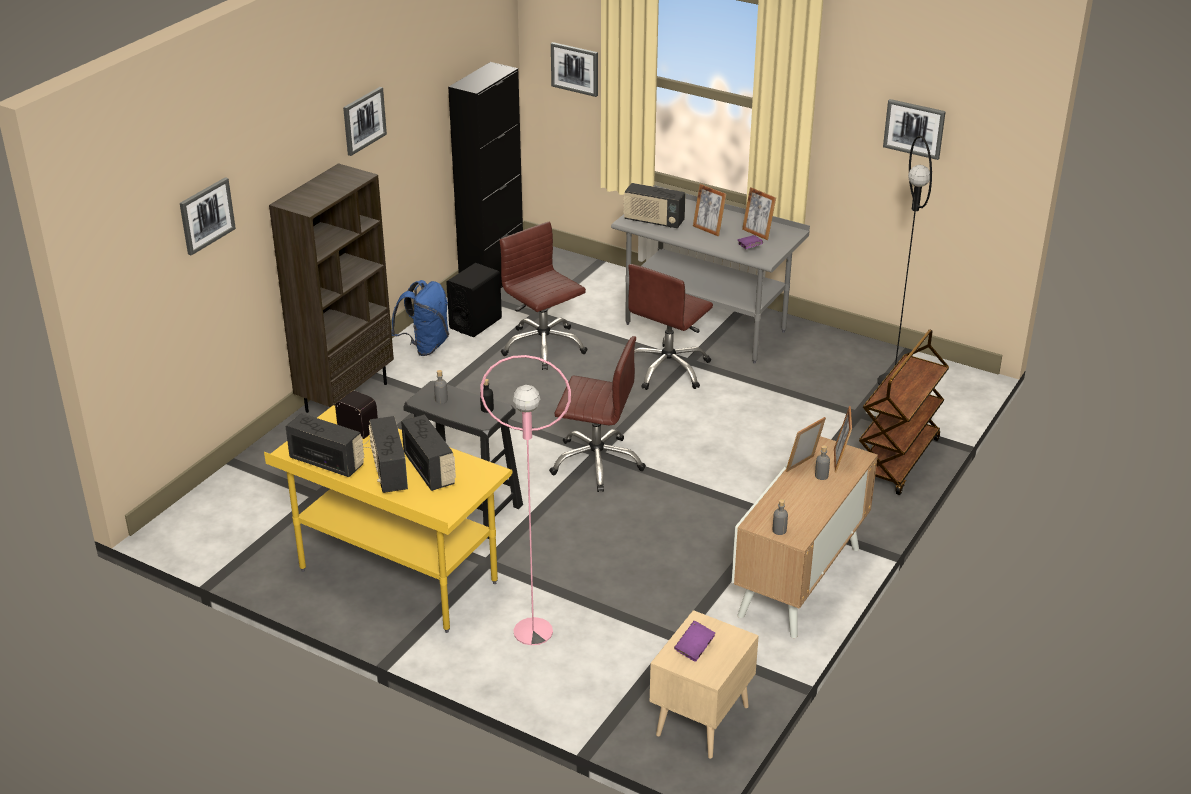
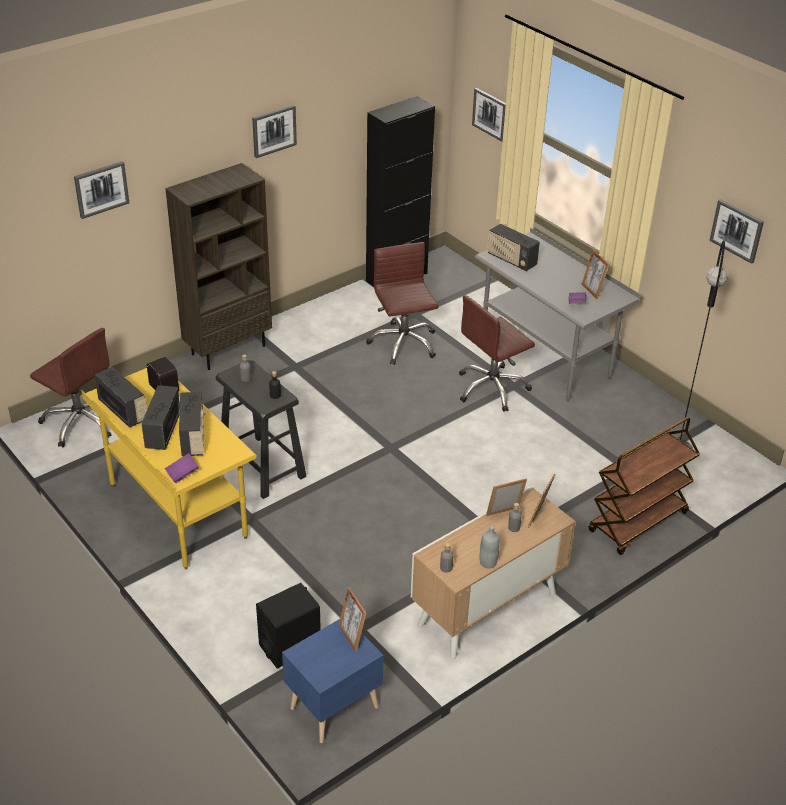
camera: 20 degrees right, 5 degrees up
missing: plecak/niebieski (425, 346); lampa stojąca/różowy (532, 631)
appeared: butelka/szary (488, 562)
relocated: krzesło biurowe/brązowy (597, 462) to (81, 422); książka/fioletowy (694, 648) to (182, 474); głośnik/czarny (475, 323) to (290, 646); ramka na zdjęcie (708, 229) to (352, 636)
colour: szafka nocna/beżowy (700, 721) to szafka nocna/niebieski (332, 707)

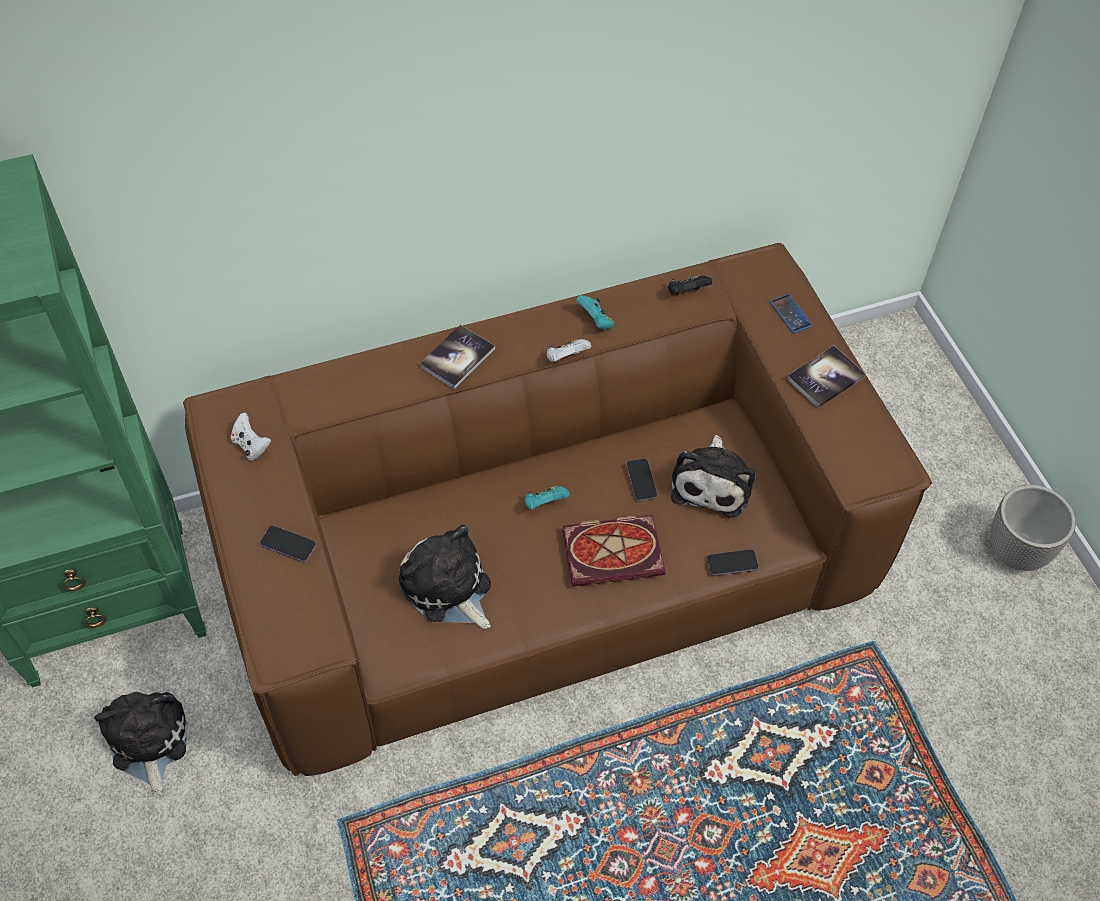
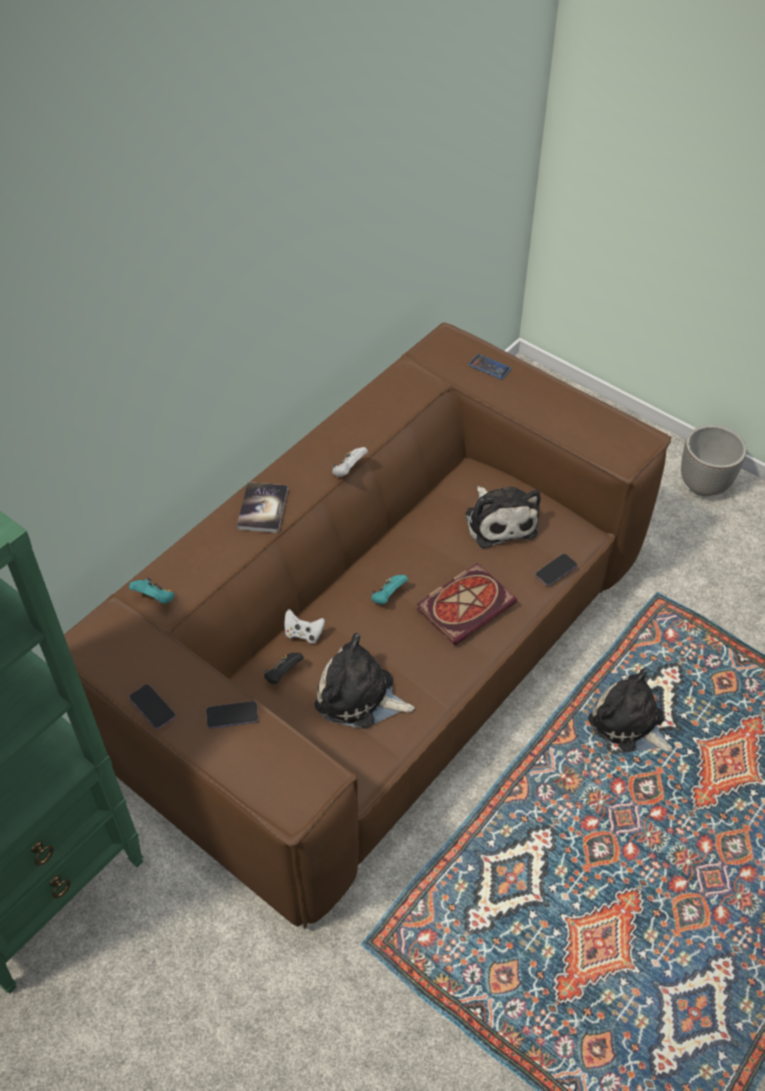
camera: 30 degrees left, 5 degrees down
missing: książka (825, 378)
relocated: pad do gier/turkusowy (595, 321) to (155, 598); telefon (641, 480) to (152, 707); pad do gier/czarny (686, 292) to (283, 674); pad do gier/biały (251, 445) to (303, 633); pluszak (148, 741) to (629, 724)

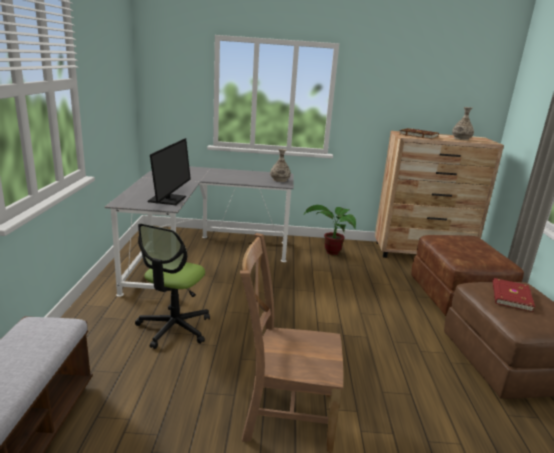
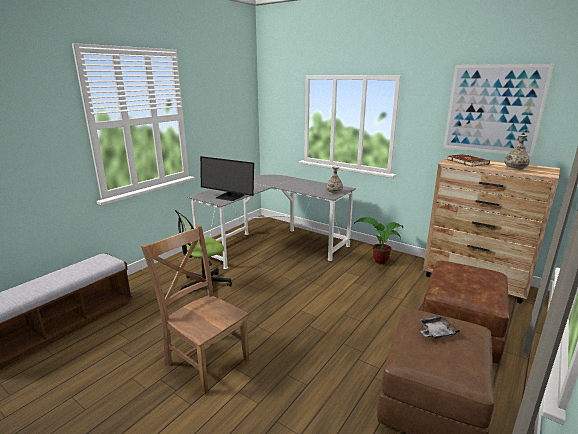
camera: 35 degrees right, 0 degrees up
appeared: obraz (493, 109)
exchanged: książka/czerwony (510, 296) to taca/szary (435, 332)
spun: monitor (168, 199) = (229, 197) 75 degrees clockwise

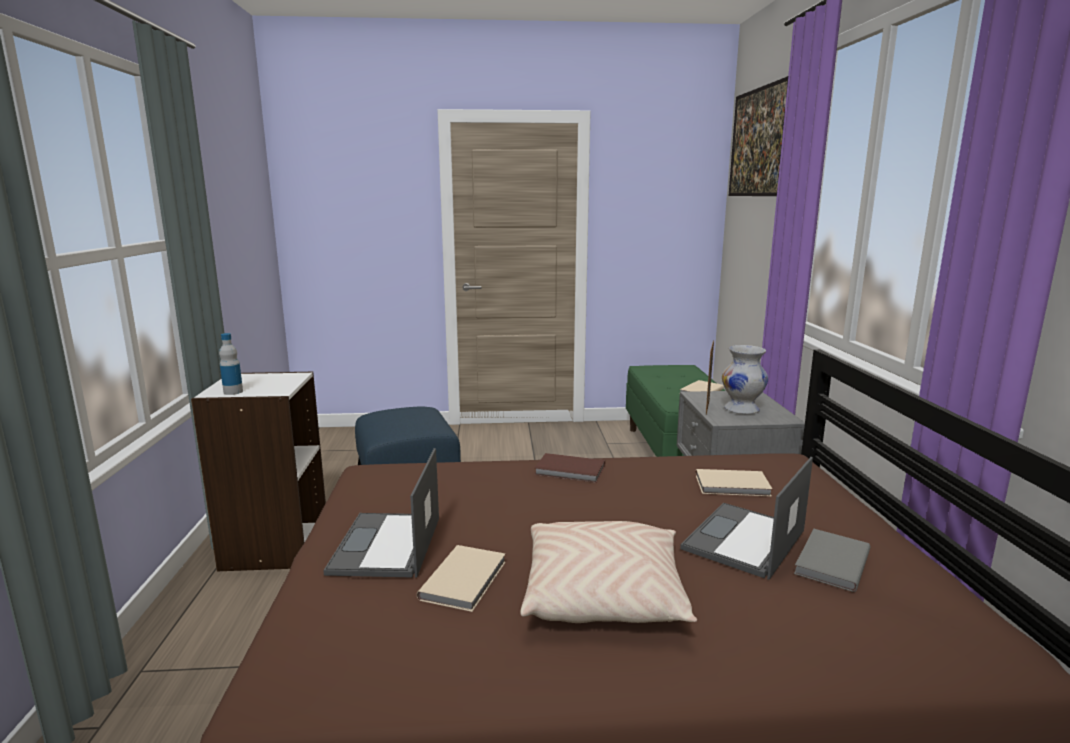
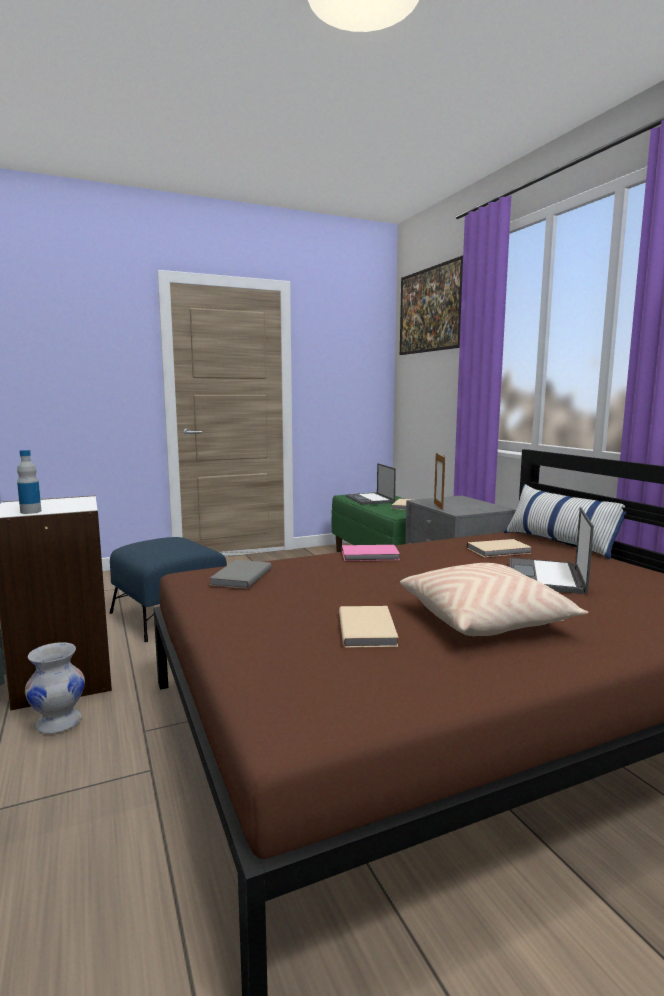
camera: 20 degrees left, 5 degrees down
appeared: poduszka (560, 543)
relocated: wazon/biały (742, 410) to (59, 723); książka/szary (830, 562) to (239, 577); laptop (386, 546) to (370, 499)
colour: książka/brązowy (570, 471) to książka/różowy (370, 555)

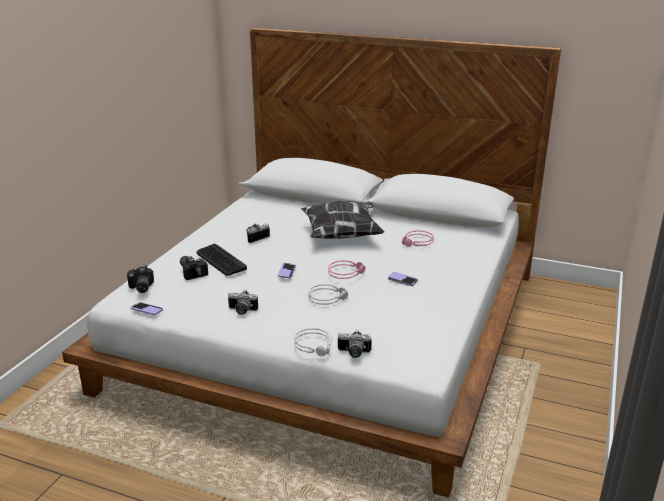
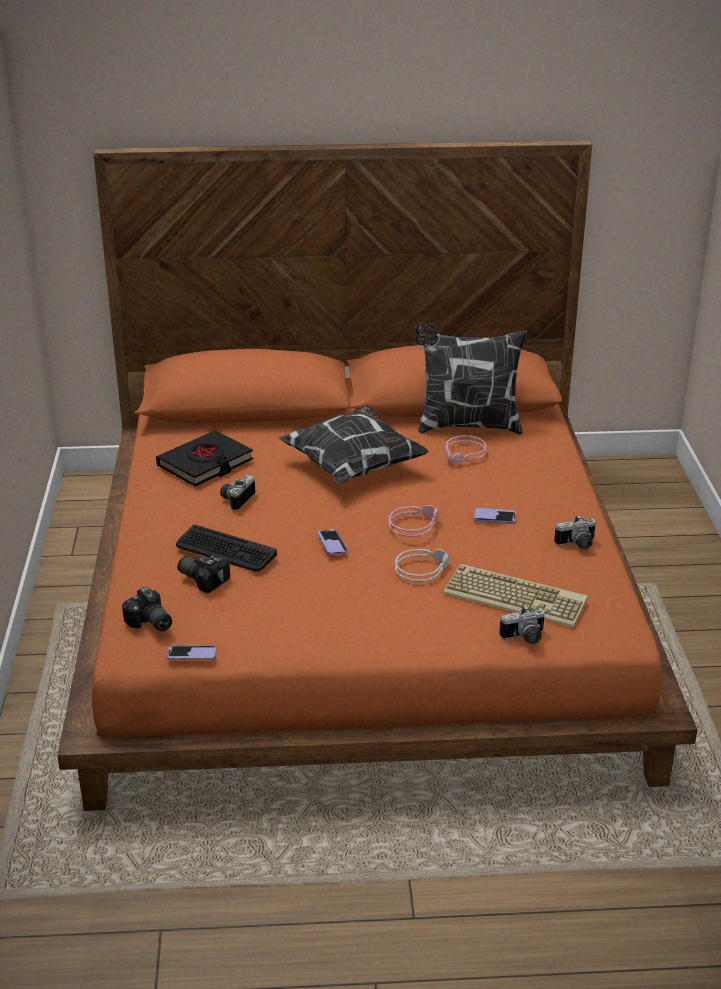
camera: 25 degrees left, 5 degrees up
missing: słuchawki/szary (315, 346)
appeared: książka/czarny (205, 464); poduszka (467, 425); klawiatura (517, 596)
relocated: aparat fotograficzny (241, 311) to (577, 545)
colour: łóżko/biały (332, 328) to łóżko/pomarańczowy (360, 606)

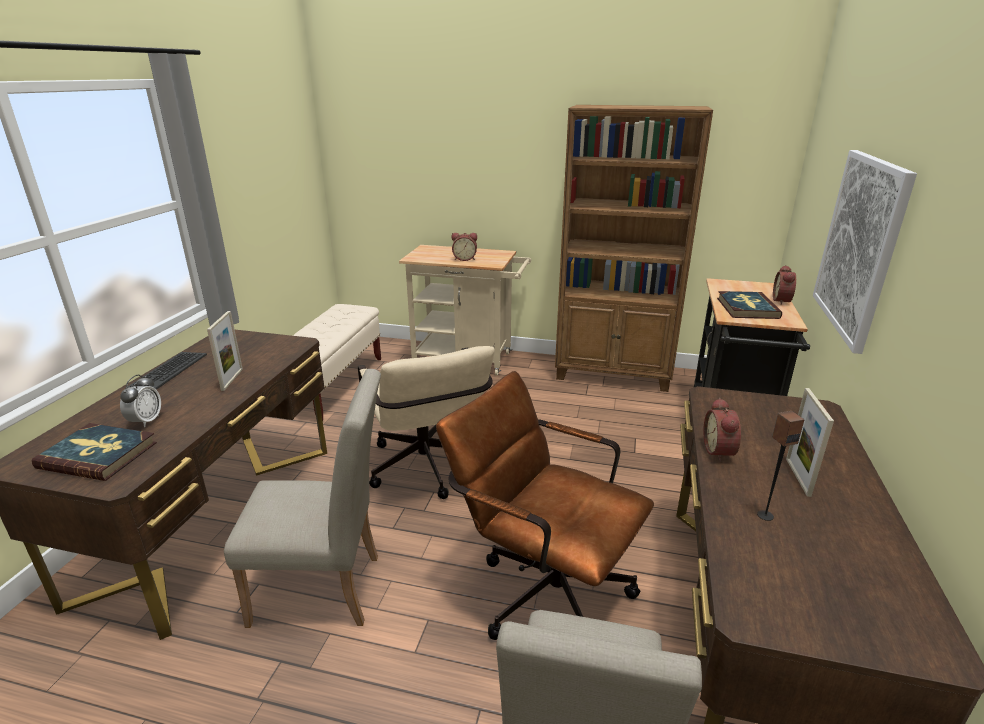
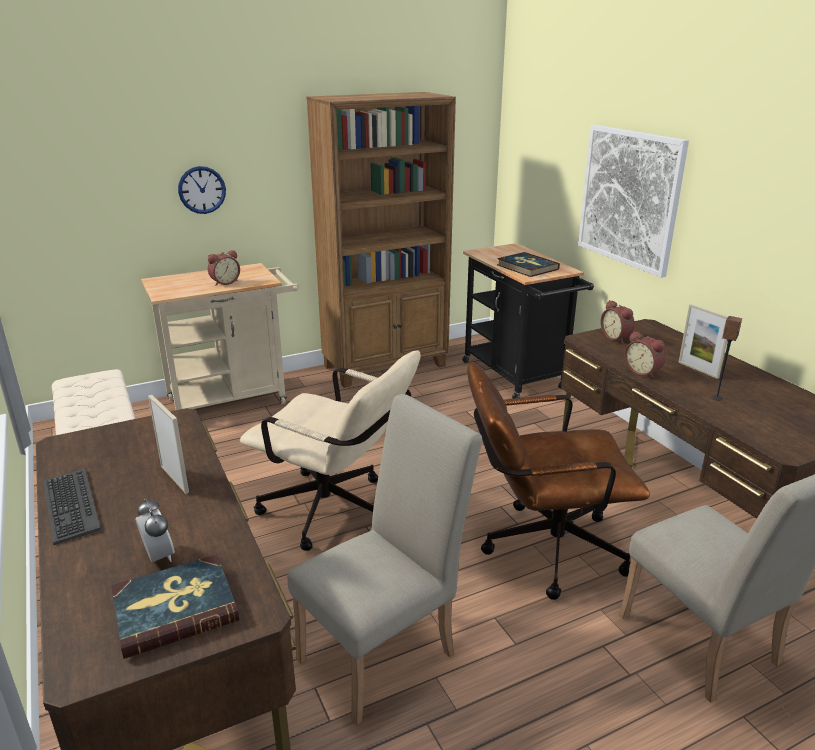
camera: 40 degrees left, 0 degrees up
appeared: zegar ścienny (202, 190)
relocated: budzik (783, 301) to (617, 337)

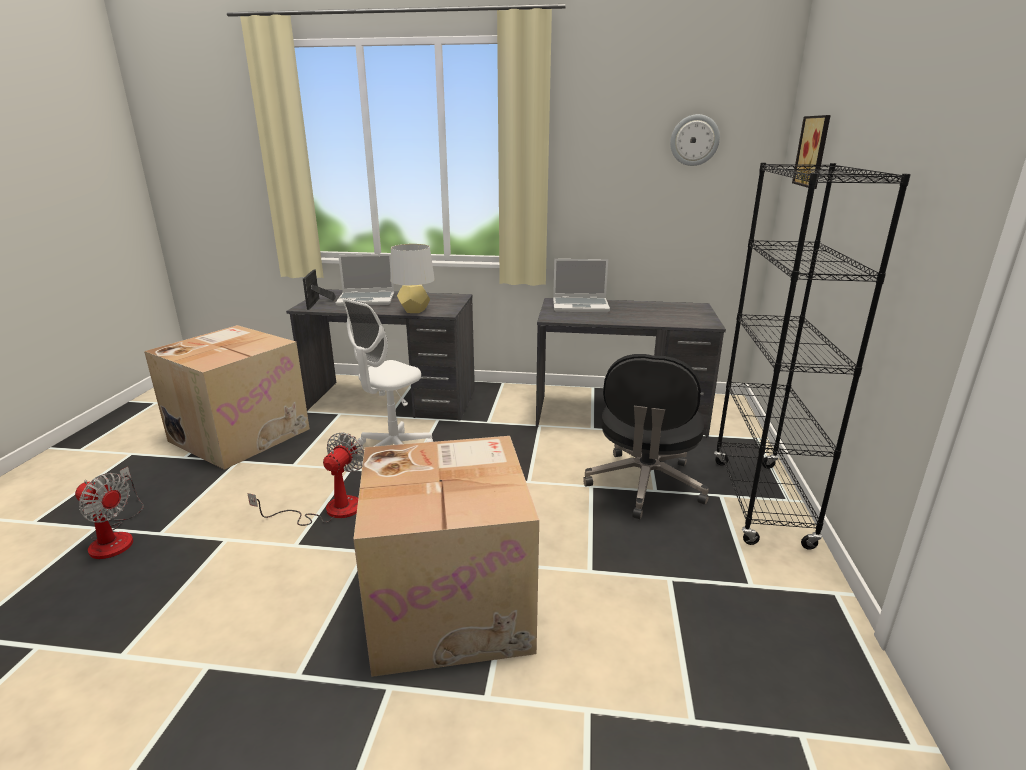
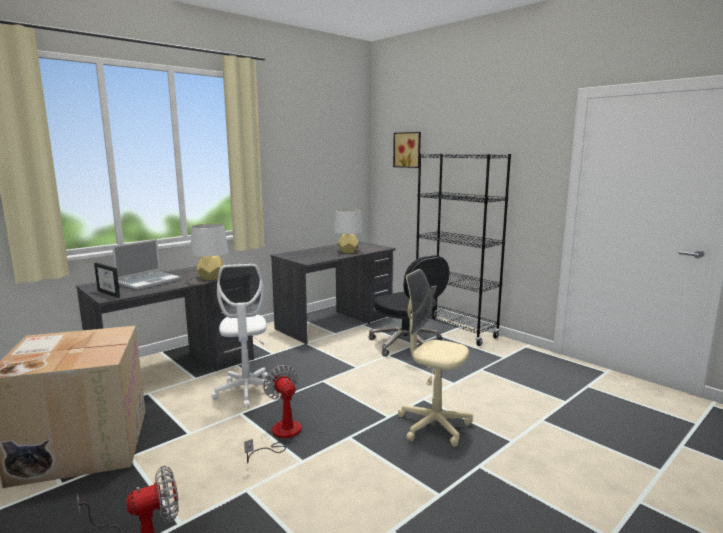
camera: 50 degrees left, 10 degrees down
missing: laptop (581, 306); zegar ścienny (694, 140)
appeared: lampa stołowa/szary (348, 252)
exchanged: karton (452, 603) to krzesło biurowe/beżowy (433, 426)

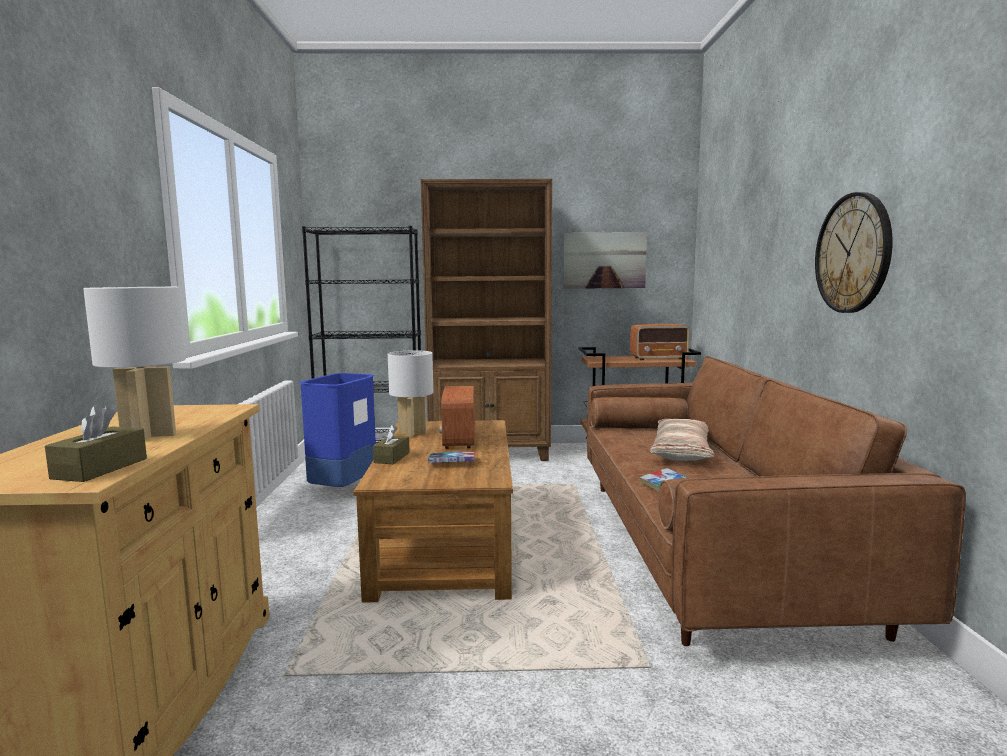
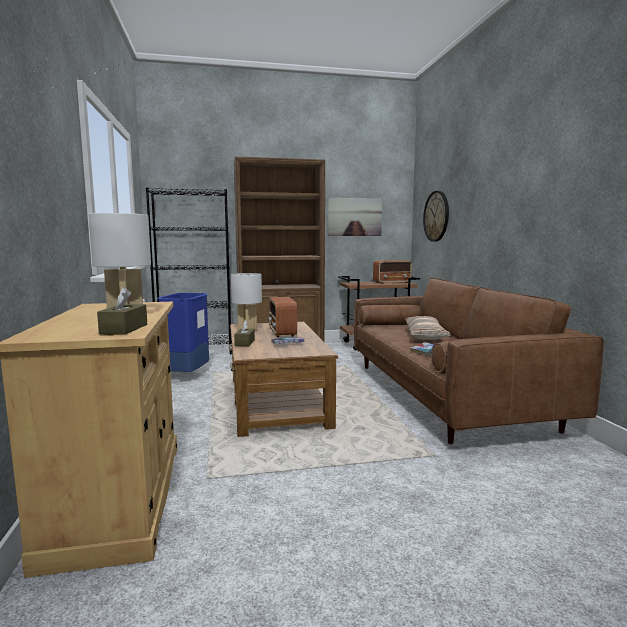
camera: 10 degrees left, 0 degrees up
relocated: zegar ścienny (853, 253) to (436, 216)

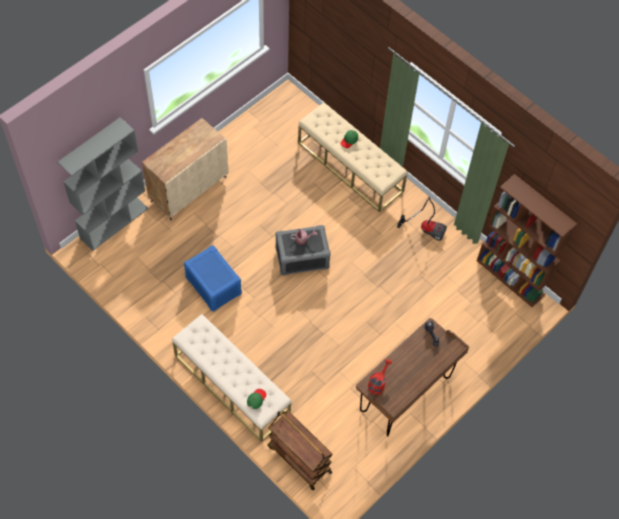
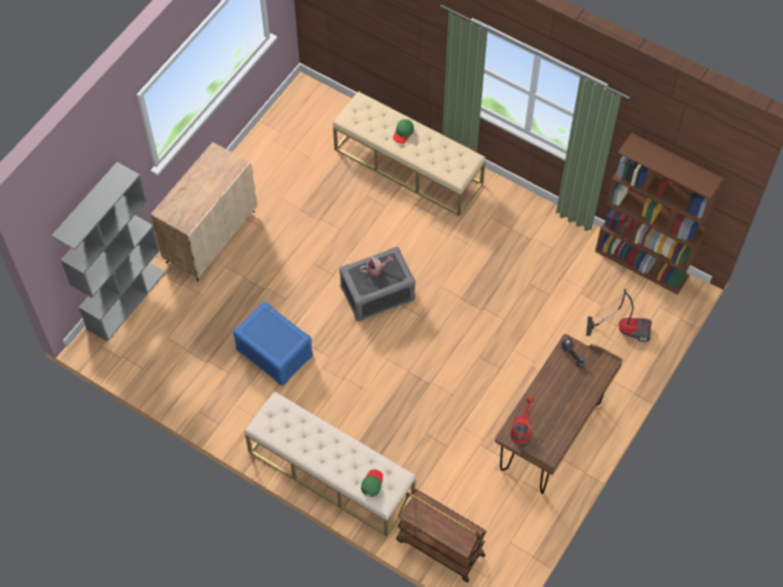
camera: 10 degrees left, 0 degrees up
relocated: odkurzacz (426, 228) to (624, 328)

